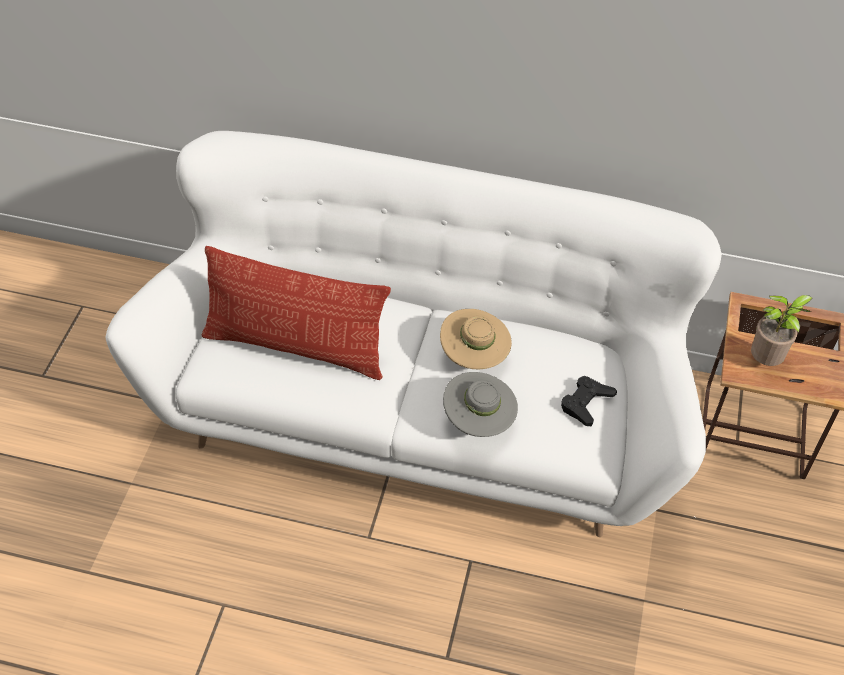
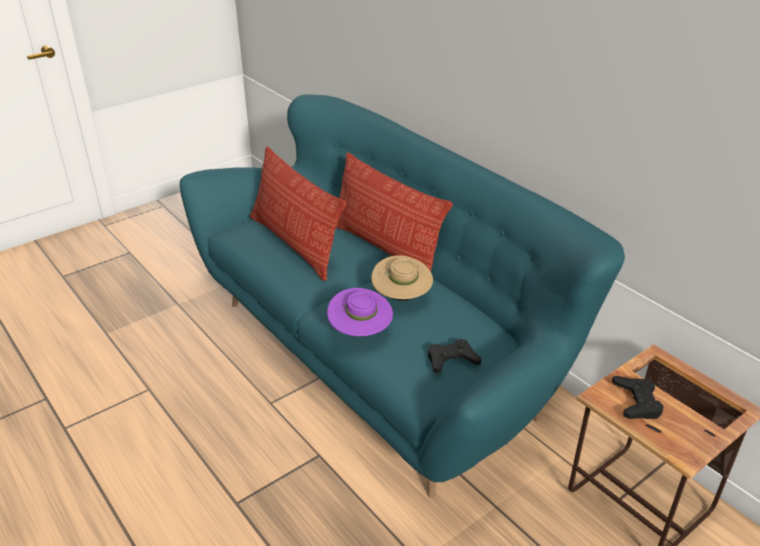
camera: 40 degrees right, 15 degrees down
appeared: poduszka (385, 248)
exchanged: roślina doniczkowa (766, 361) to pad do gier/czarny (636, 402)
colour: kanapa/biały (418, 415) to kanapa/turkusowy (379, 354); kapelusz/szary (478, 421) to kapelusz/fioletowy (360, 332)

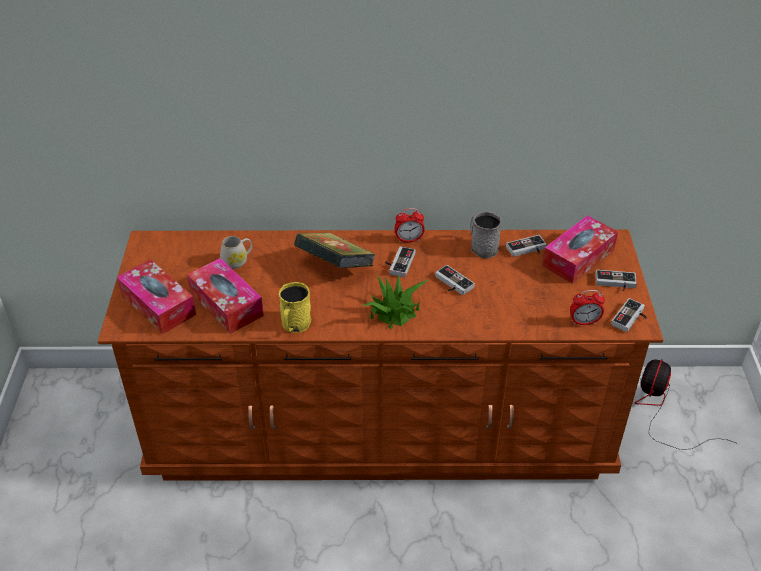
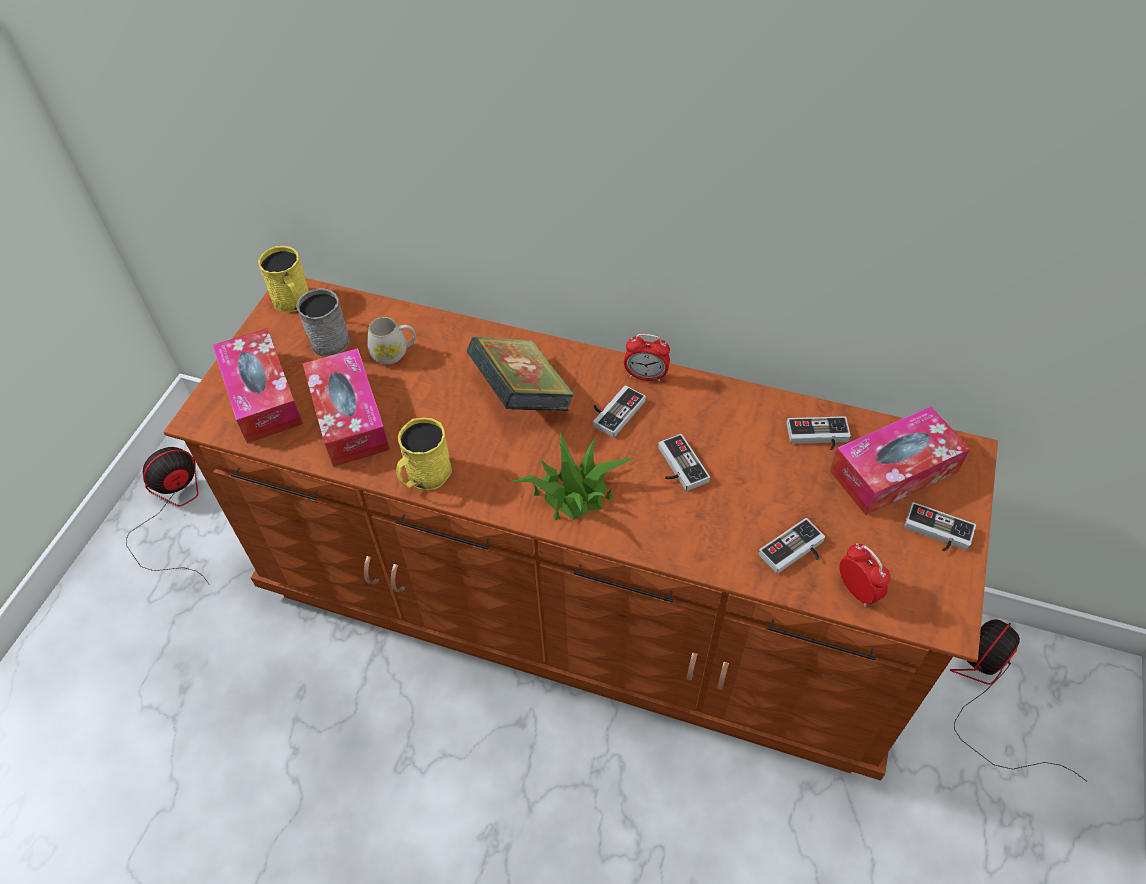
camera: 20 degrees right, 10 degrees up
appeared: wentylator (173, 513); kubek/żółty (294, 302)
relocated: kubek/szary (481, 247) to (329, 337); pad do gier (631, 319) to (795, 553)
spun: budzik (584, 322) = (857, 590) 135 degrees counterclockwise

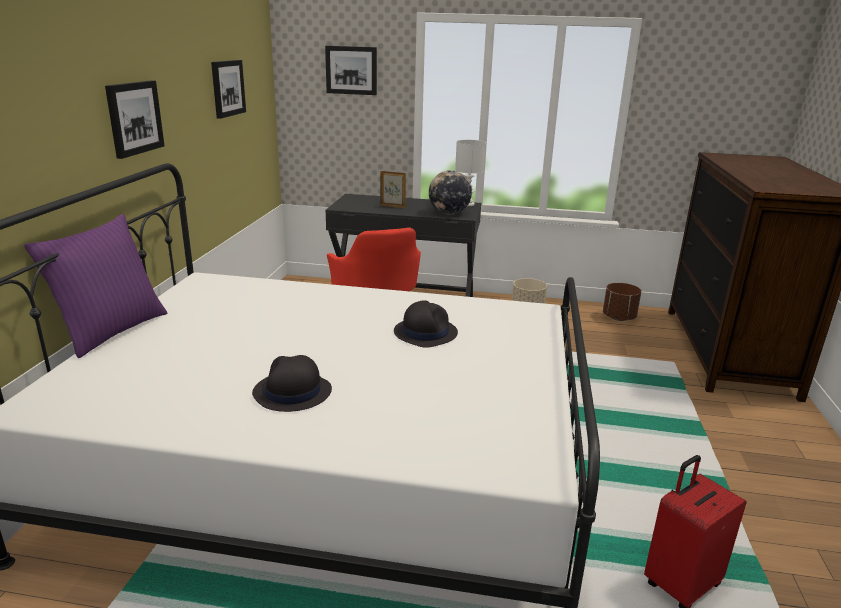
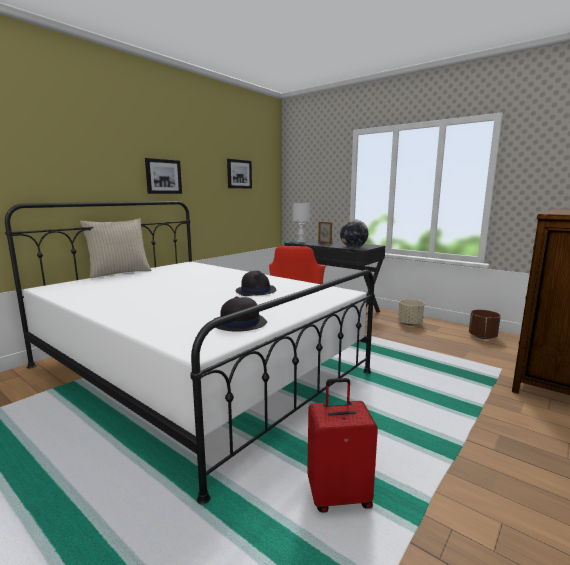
camera: 30 degrees right, 10 degrees down
missing: obraz (351, 70)
relocated: kapelusz/czarny (292, 392) to (239, 323); lampa stołowa/biały (468, 204) to (301, 241)
colour: poduszka/fioletowy (111, 331) to poduszka/beżowy (119, 273)

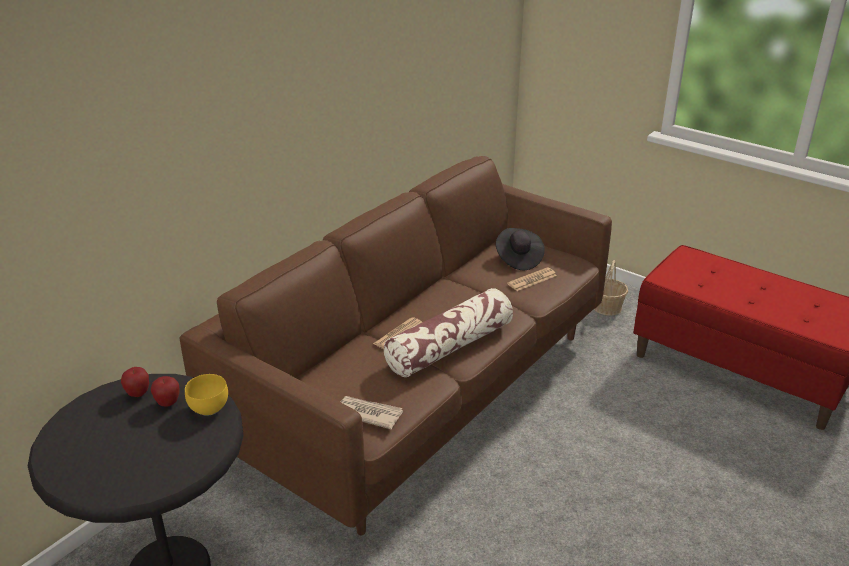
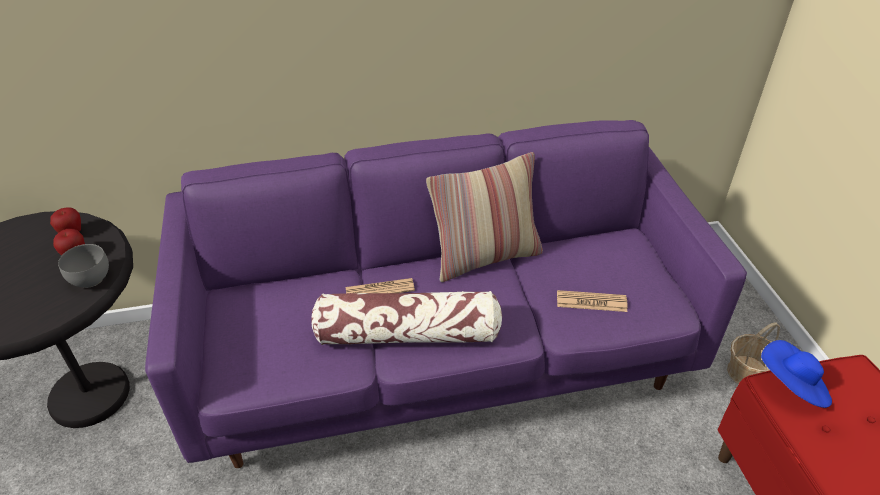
camera: 40 degrees right, 10 degrees up
missing: gazeta (368, 413); kapelusz/czarny (518, 259)
appeared: poduszka (485, 257); kapelusz/niebieski (791, 386)
colour: miska/żółty (207, 408) to miska/szary (90, 279); kanapa/brązowy (423, 393) to kanapa/fioletowy (441, 357)

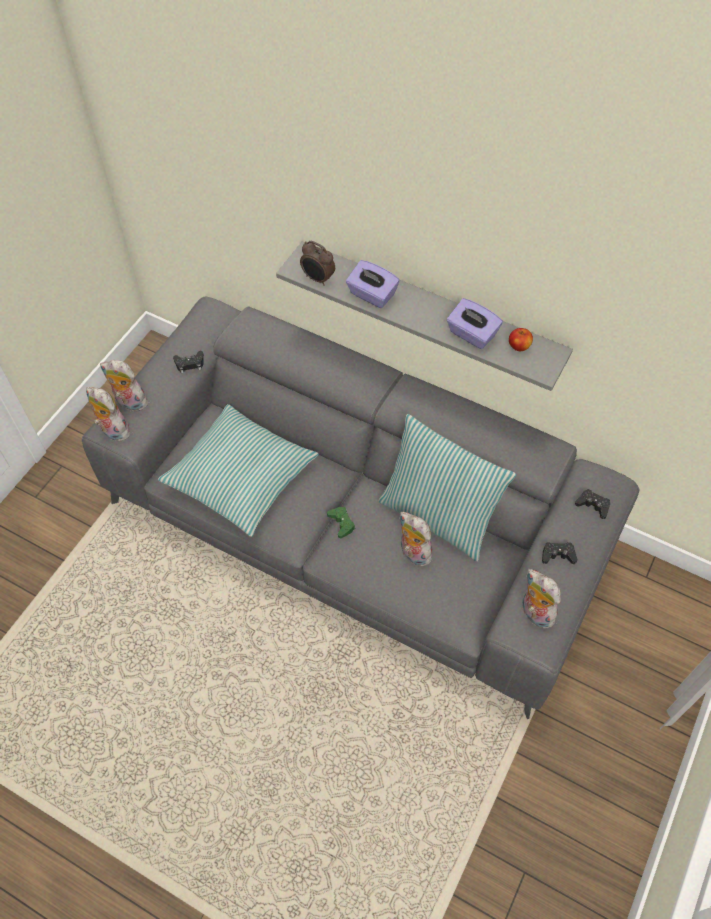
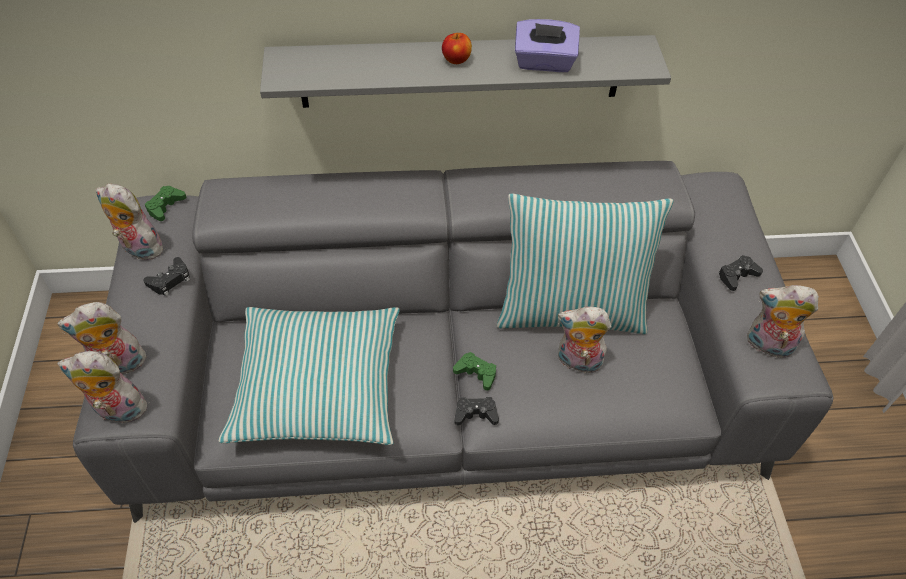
camera: 35 degrees left, 5 degrees down
missing: budzik (318, 279); pudełko chusteczek/fioletowy (371, 295)
appeared: pluszak (138, 248); pad do gier/zielony (165, 206)
relocated: jabłko (519, 346) to (456, 60); pad do gier/czarny (593, 505) to (475, 414)

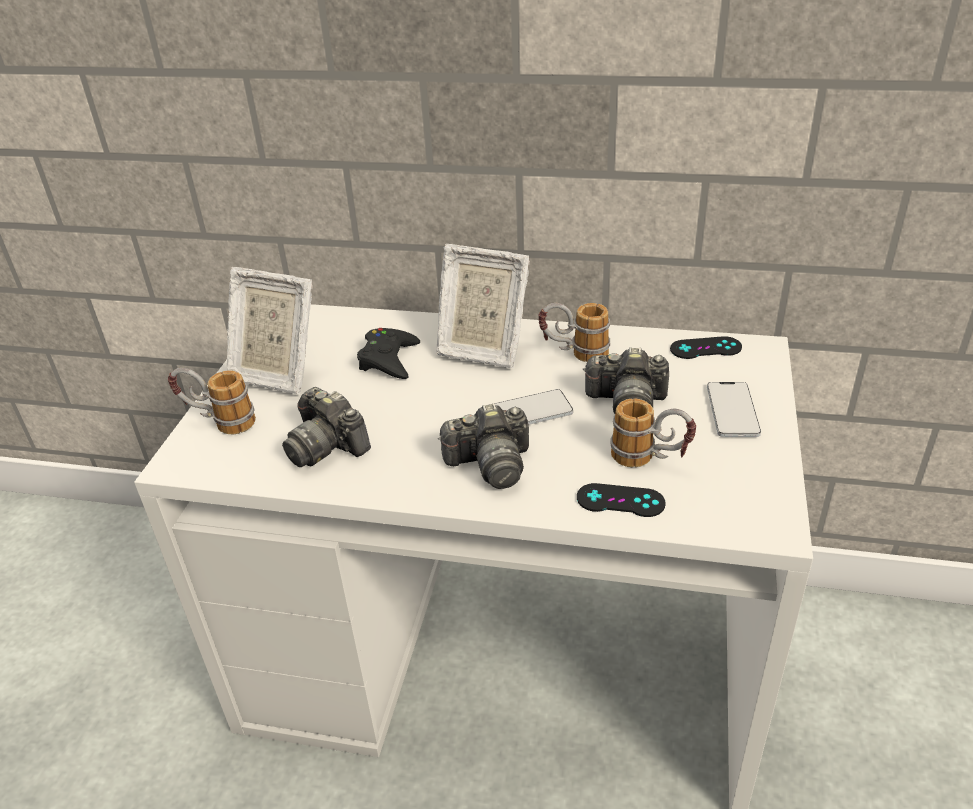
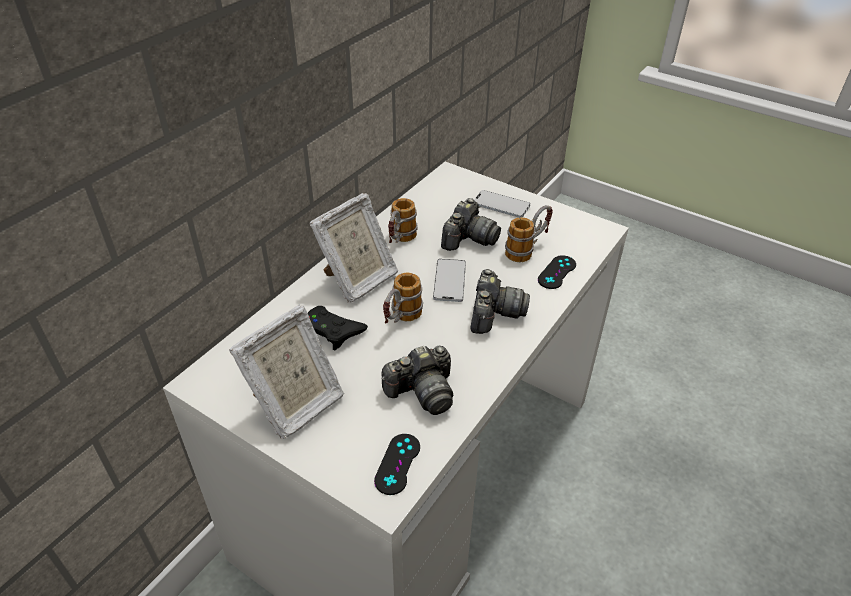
camera: 70 degrees left, 5 degrees up
relocated: pad do gier/czarny (705, 348) to (397, 464); kubek (218, 422) to (400, 320)

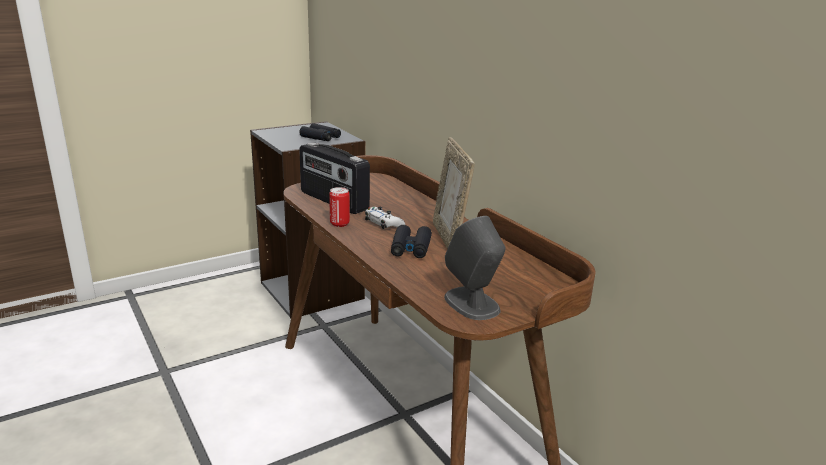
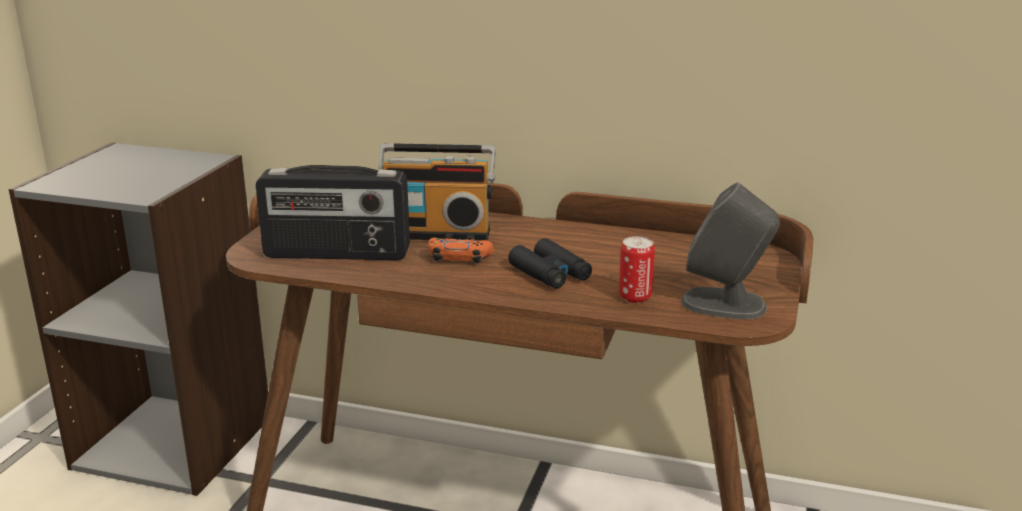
camera: 40 degrees left, 0 degrees up
missing: lornetka/czarny (320, 137); ramka na zdjęcie (449, 239)
appeared: radio (438, 232)
relocated: puszka (339, 224) to (635, 297)
colour: pad do gier/biały (383, 223) to pad do gier/pomarańczowy (459, 257)

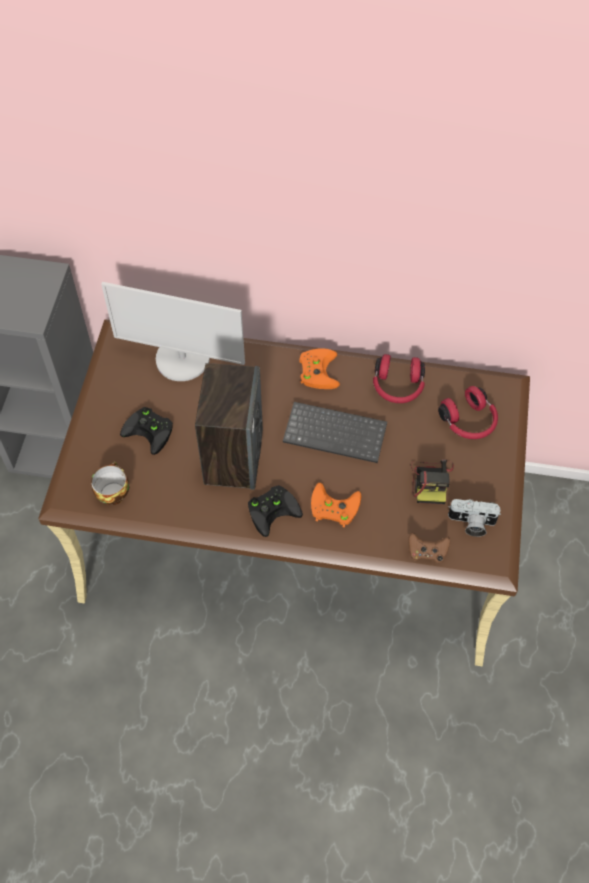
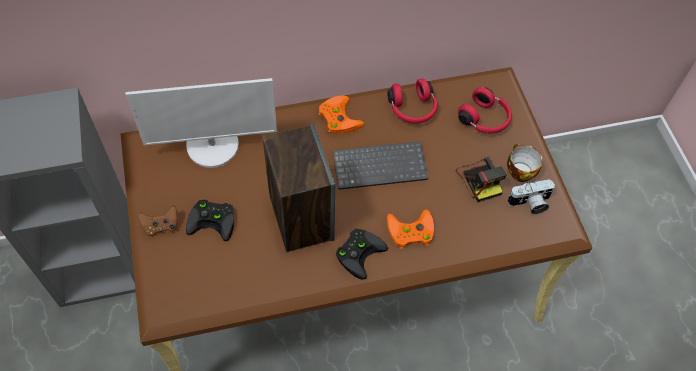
camera: 25 degrees left, 0 degrees up
relocated: pad do gier/brązowy (427, 553) to (161, 226); filiżanka (112, 492) to (518, 171)

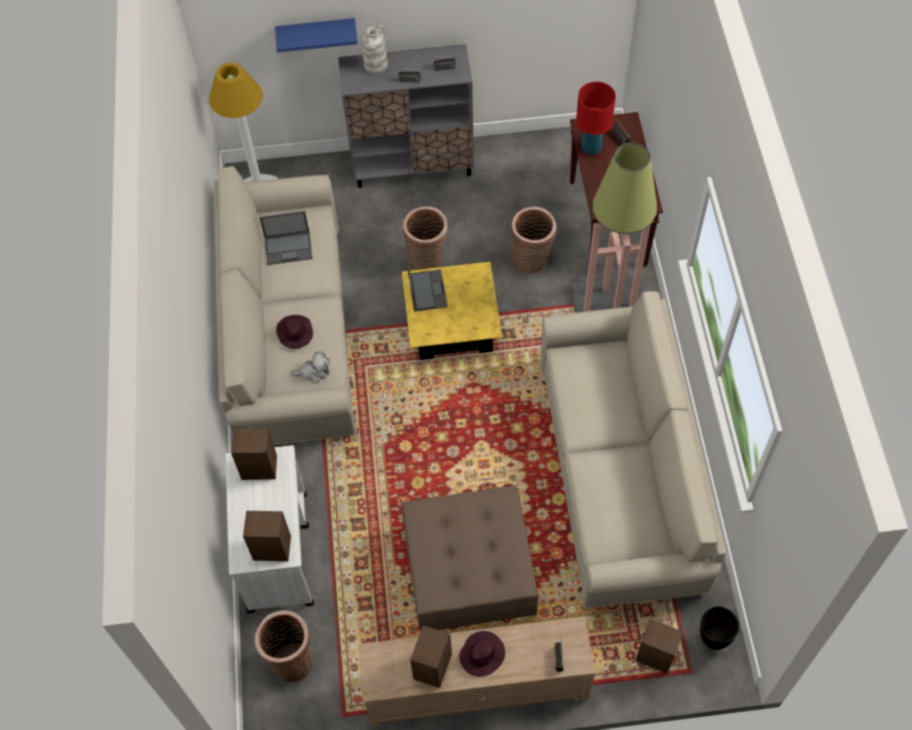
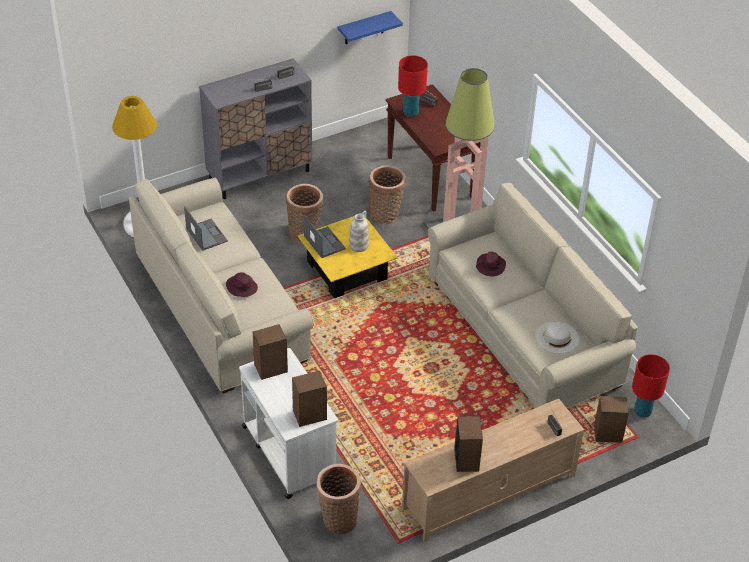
camera: 25 degrees left, 15 degrees down
missing: pluszak (314, 372); pufa/brązowy (468, 568)
appeared: kapelusz/biały (557, 337)
relocated: półka/niebieski (316, 33) to (364, 28); wazon/biały (376, 65) to (358, 245); kapelusz/fioletowy (482, 654) to (490, 266)
exchanged: wazon/czarny (713, 638) to lampa stołowa/czerwony (642, 412)
spun: laptop (289, 248) = (206, 234) 90 degrees counterclockwise

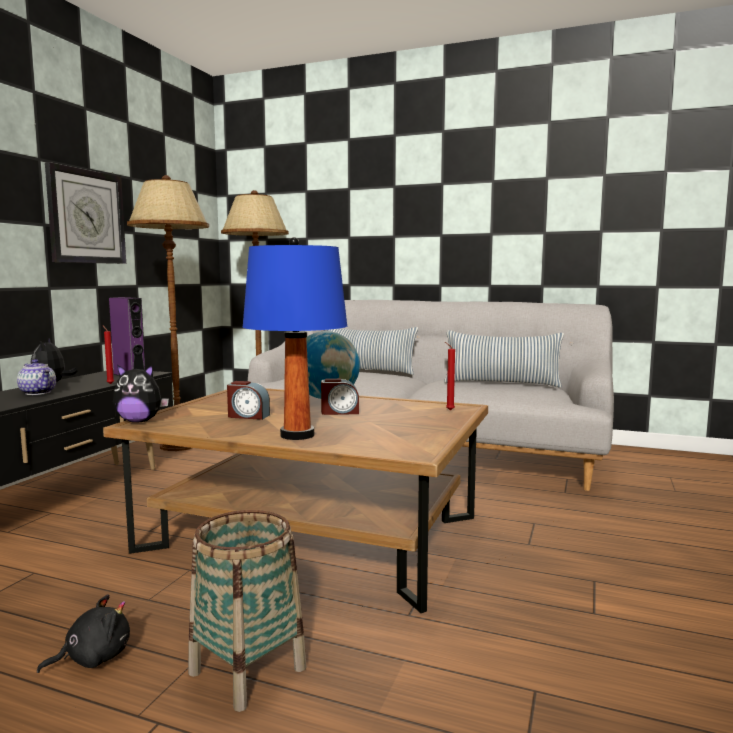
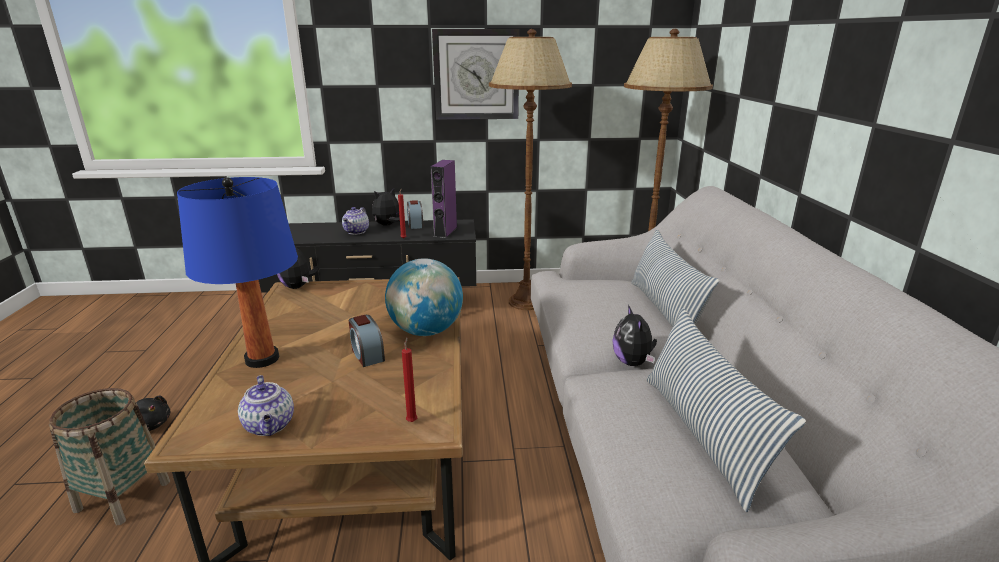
camera: 65 degrees right, 15 degrees up
appeared: imbryk (270, 426); pluszak (633, 362)
relocated: budzik (248, 416) to (415, 224)

